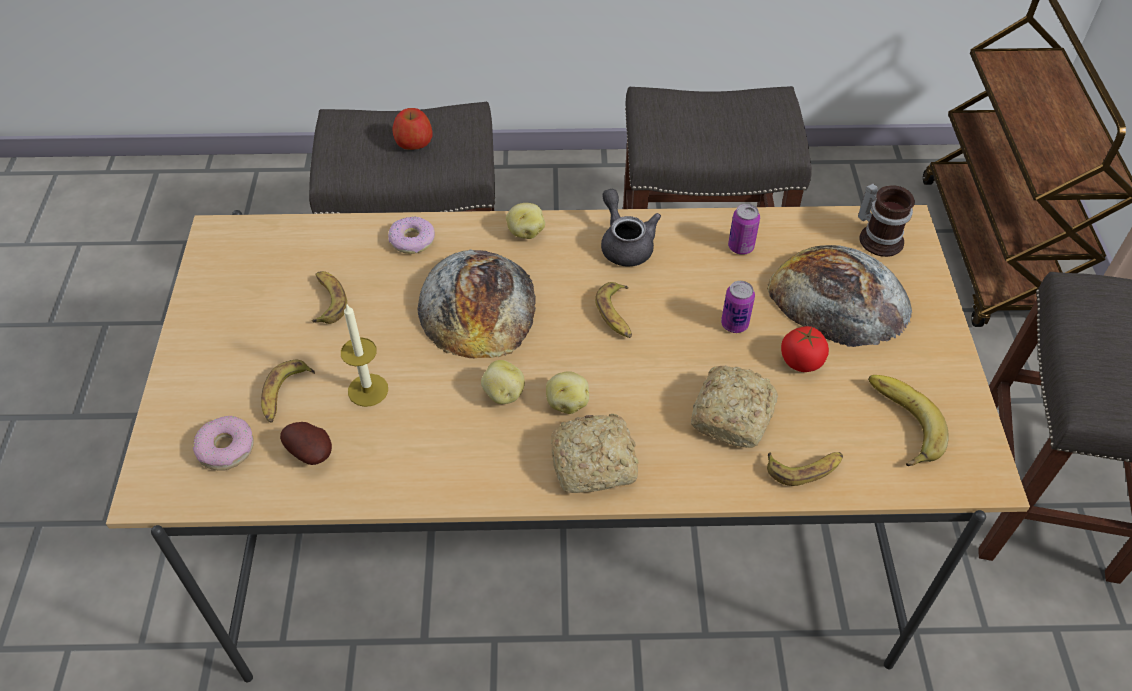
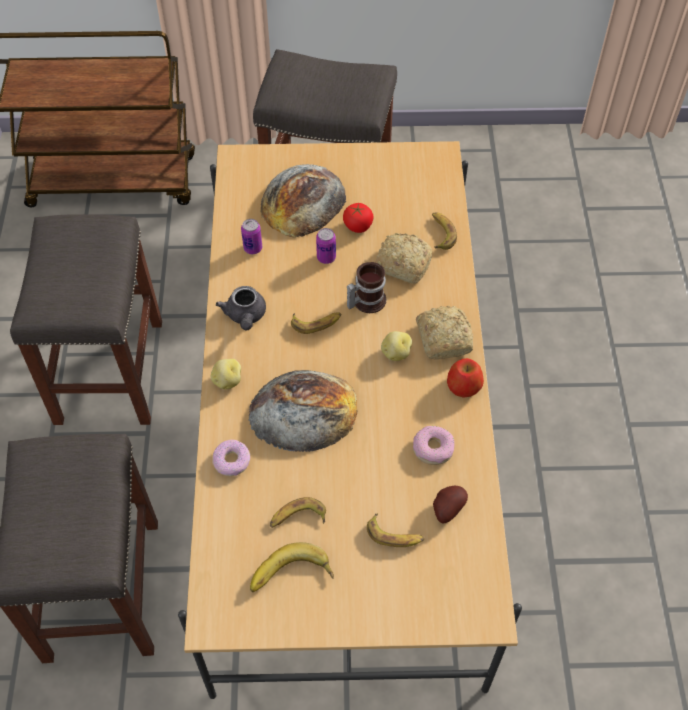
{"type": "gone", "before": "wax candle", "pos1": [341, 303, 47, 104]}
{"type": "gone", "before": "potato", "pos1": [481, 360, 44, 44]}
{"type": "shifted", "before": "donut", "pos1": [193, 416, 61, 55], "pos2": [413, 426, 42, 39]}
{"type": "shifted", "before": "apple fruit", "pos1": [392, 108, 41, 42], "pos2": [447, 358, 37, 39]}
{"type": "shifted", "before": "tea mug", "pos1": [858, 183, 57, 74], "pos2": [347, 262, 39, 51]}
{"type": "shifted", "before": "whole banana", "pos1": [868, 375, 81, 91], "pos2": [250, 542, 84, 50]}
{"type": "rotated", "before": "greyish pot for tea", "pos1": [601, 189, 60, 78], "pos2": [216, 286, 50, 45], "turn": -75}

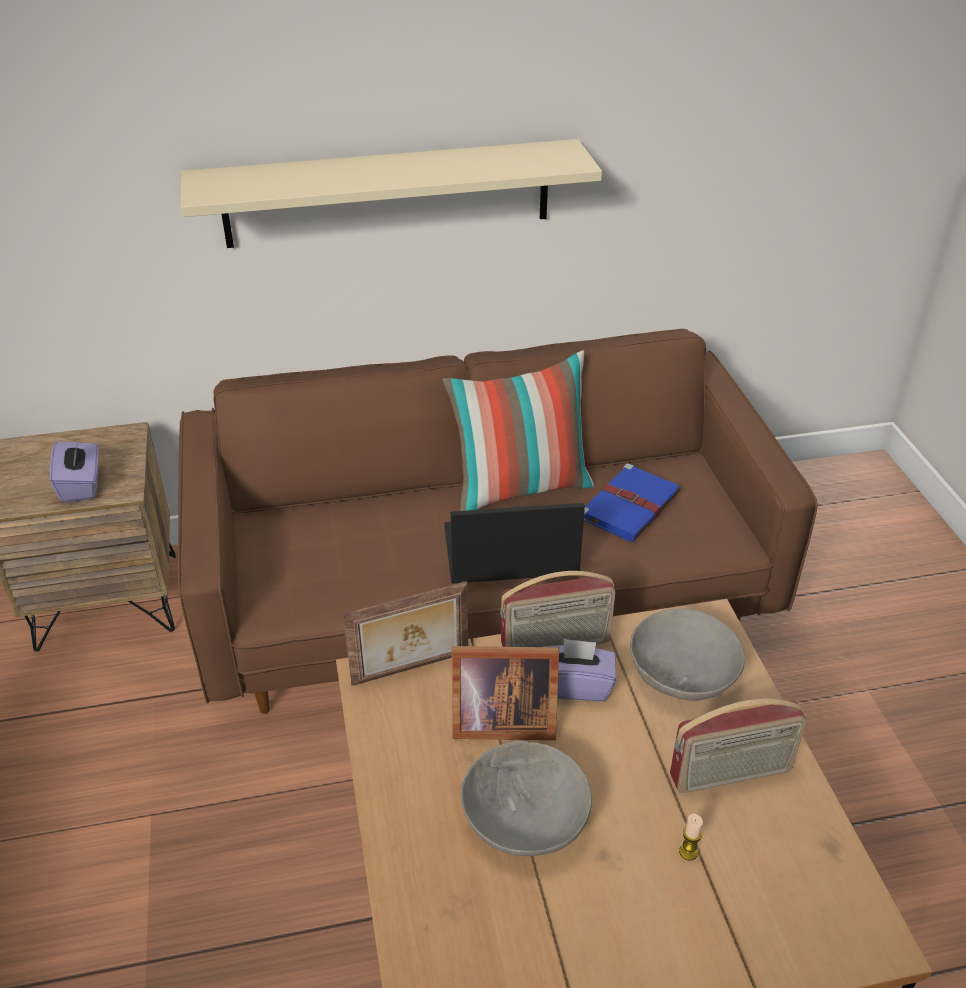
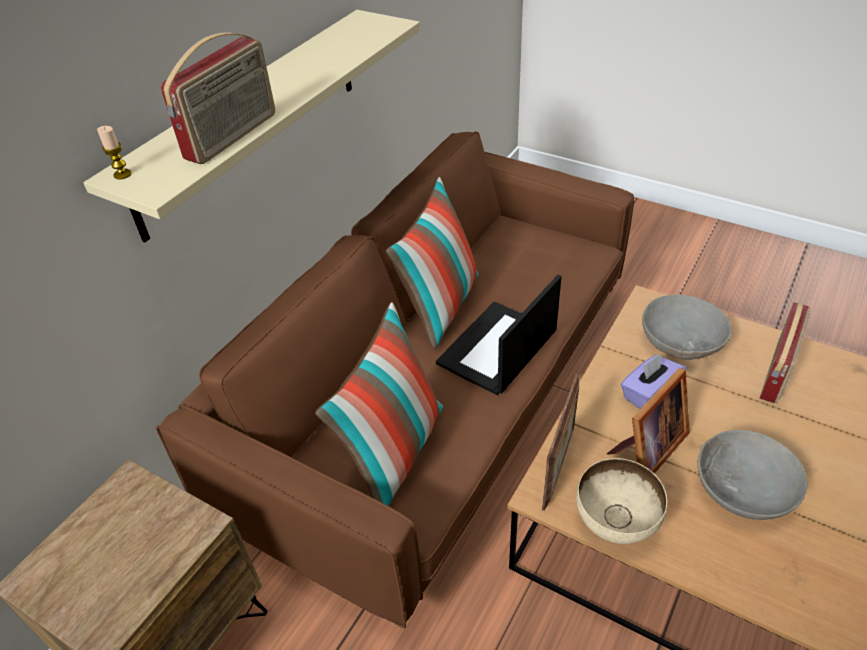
{"type": "gone", "before": "purple-coloured tissue box", "pos1": [50, 437, 49, 66]}
{"type": "gone", "before": "blue-coloured bound book", "pos1": [584, 464, 97, 78]}
{"type": "new", "after": "throw pillow", "pos2": [315, 302, 128, 204]}
{"type": "new", "after": "sand-coloured deep dish", "pos2": [576, 458, 91, 86]}
{"type": "shifted", "before": "radio receiver", "pos1": [500, 571, 115, 76], "pos2": [161, 33, 114, 131]}
{"type": "shifted", "before": "wax candle", "pos1": [679, 814, 24, 47], "pos2": [97, 126, 35, 54]}

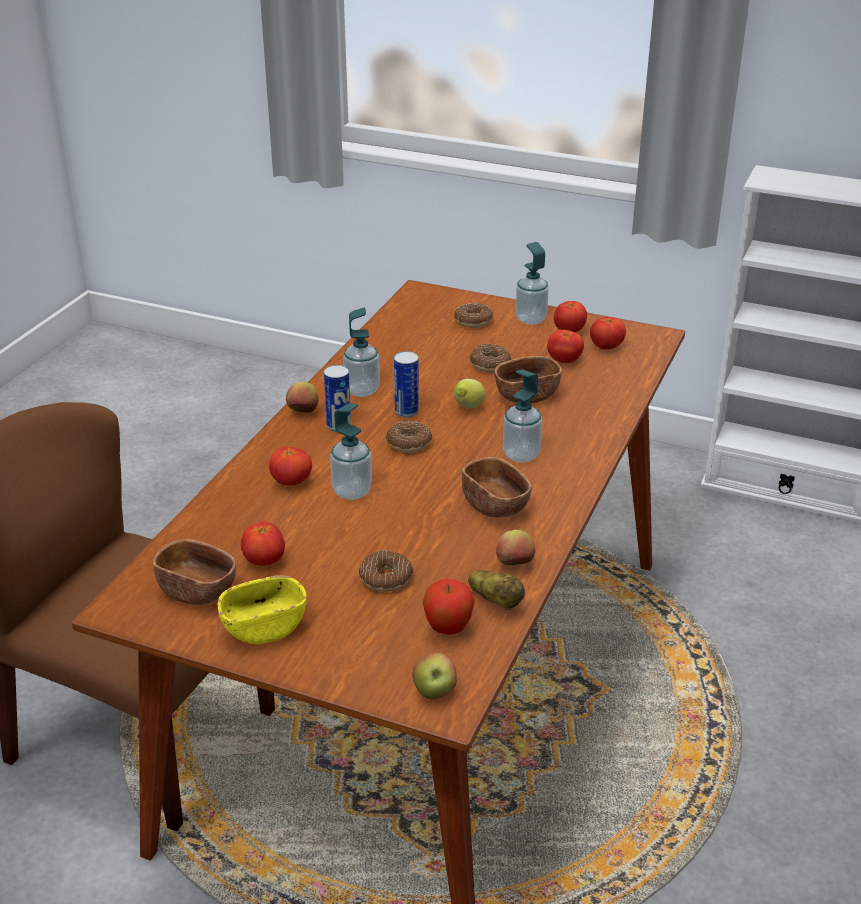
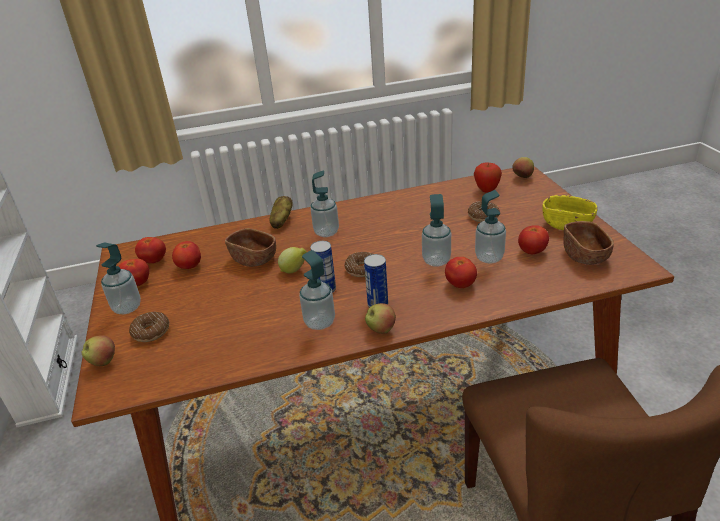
{"type": "gone", "before": "brown deep dish", "pos1": [462, 457, 70, 61]}
{"type": "gone", "before": "donut", "pos1": [470, 344, 41, 28]}
{"type": "new", "after": "soap dispenser", "pos2": [475, 190, 31, 74]}
{"type": "shifted", "before": "potato", "pos1": [468, 570, 57, 40], "pos2": [269, 196, 23, 33]}
{"type": "shifted", "before": "apple fruit", "pos1": [496, 530, 39, 35], "pos2": [82, 335, 33, 31]}

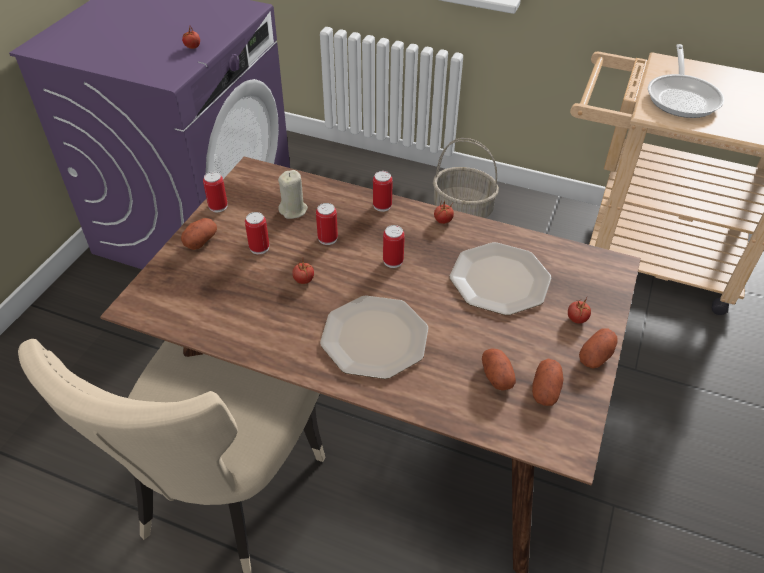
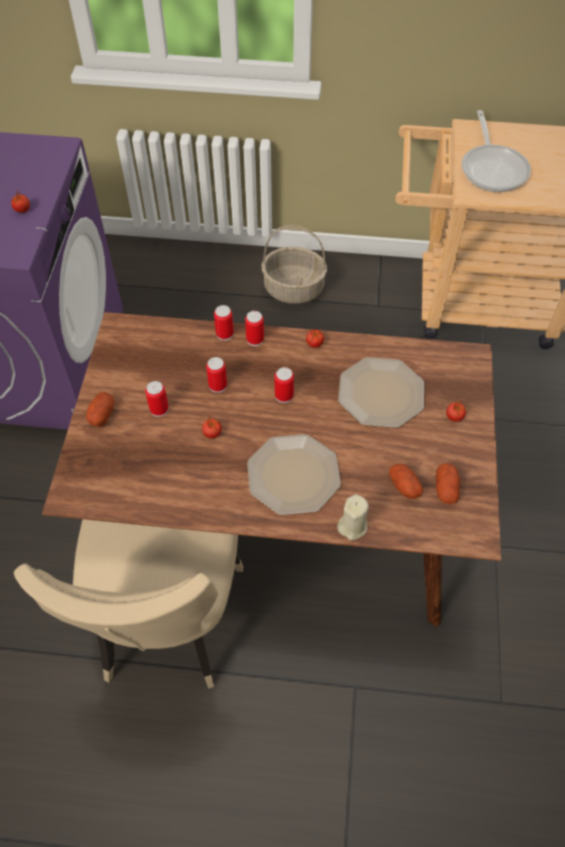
{"type": "gone", "before": "potato", "pos1": [579, 329, 38, 40]}
{"type": "shifted", "before": "metal can", "pos1": [203, 172, 25, 40], "pos2": [214, 305, 20, 36]}
{"type": "shifted", "before": "sand-coloured wax candle", "pos1": [278, 170, 30, 49], "pos2": [337, 494, 32, 46]}

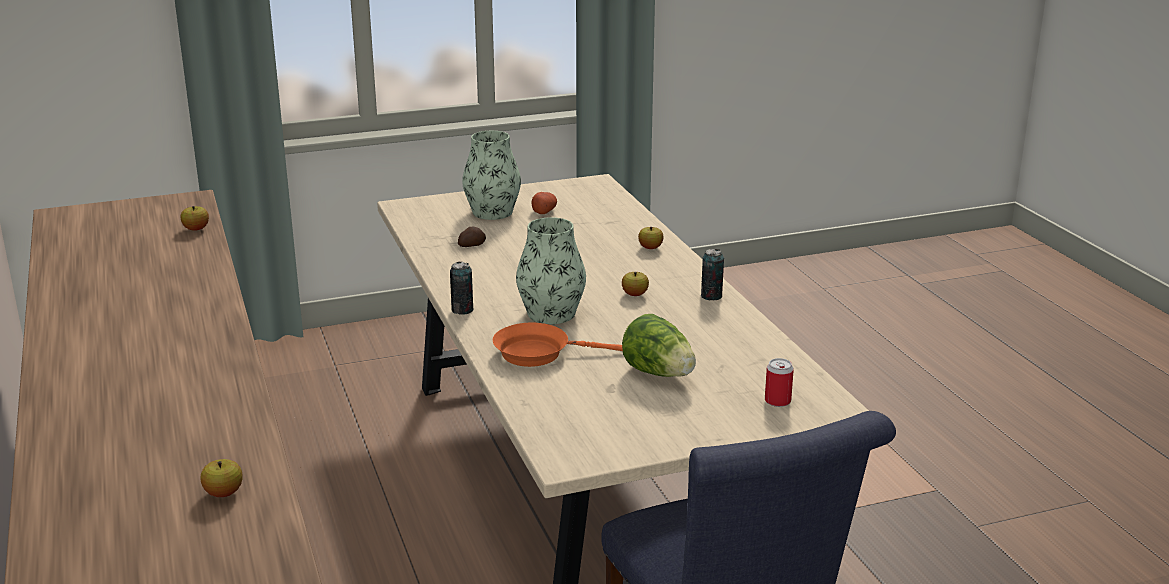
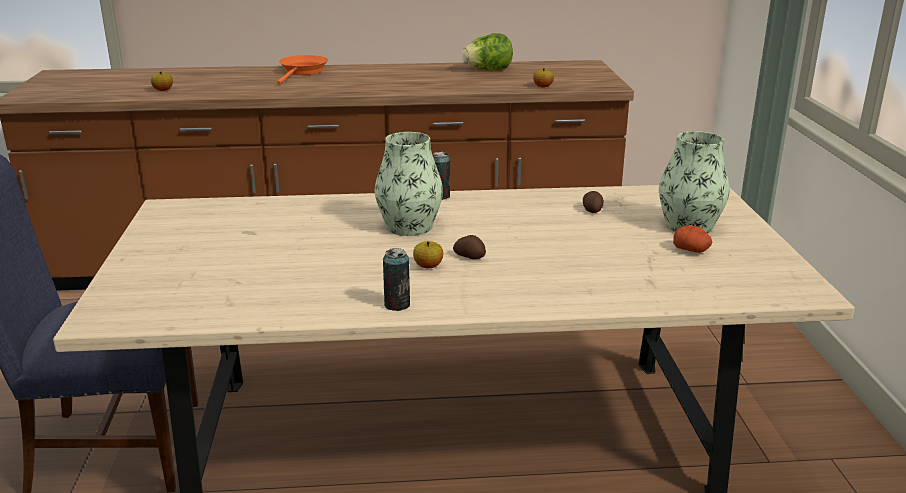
{"type": "gone", "before": "apple fruit", "pos1": [638, 227, 26, 22]}
{"type": "gone", "before": "metal can", "pos1": [765, 358, 29, 49]}
{"type": "new", "after": "potato", "pos2": [453, 235, 33, 24]}
{"type": "shifted", "before": "orange-coloured frying pan", "pos1": [493, 323, 130, 44], "pos2": [277, 55, 51, 29]}
{"type": "shifted", "before": "lettuce", "pos1": [622, 314, 74, 63], "pos2": [461, 33, 52, 37]}

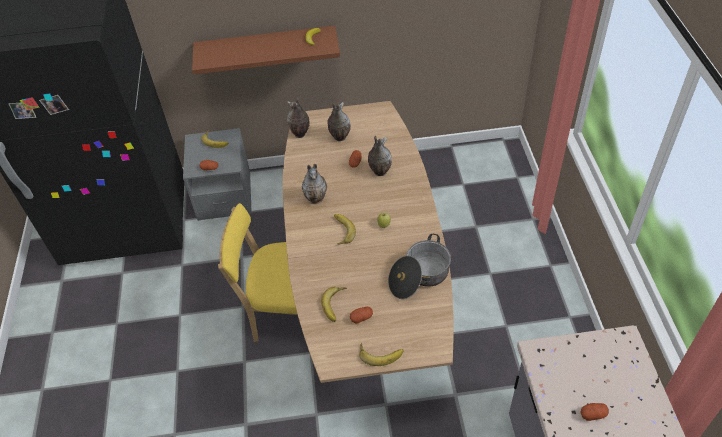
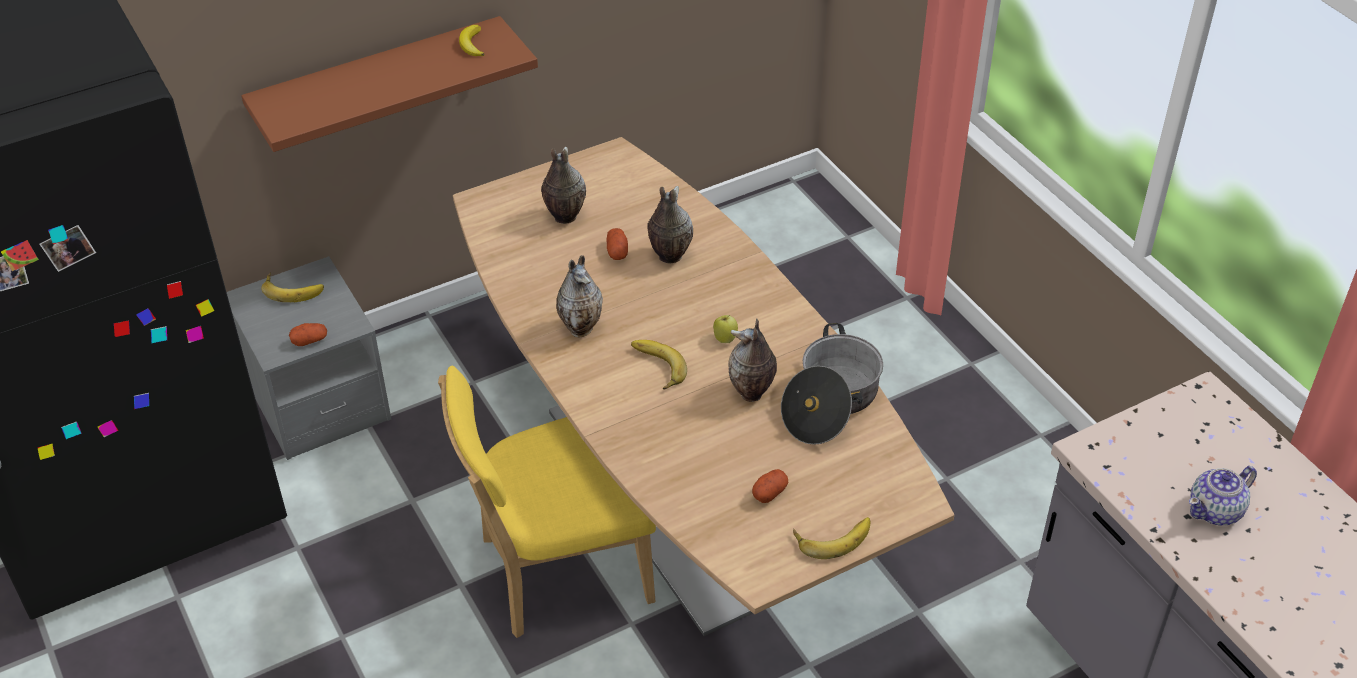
{"type": "gone", "before": "whole banana", "pos1": [321, 287, 26, 35]}
{"type": "shifted", "before": "decorative vase", "pos1": [287, 98, 23, 40], "pos2": [728, 319, 49, 83]}
{"type": "swapped", "before": "potato", "after": "pot for tea", "pos1": [580, 403, 29, 18], "pos2": [1189, 466, 68, 60]}

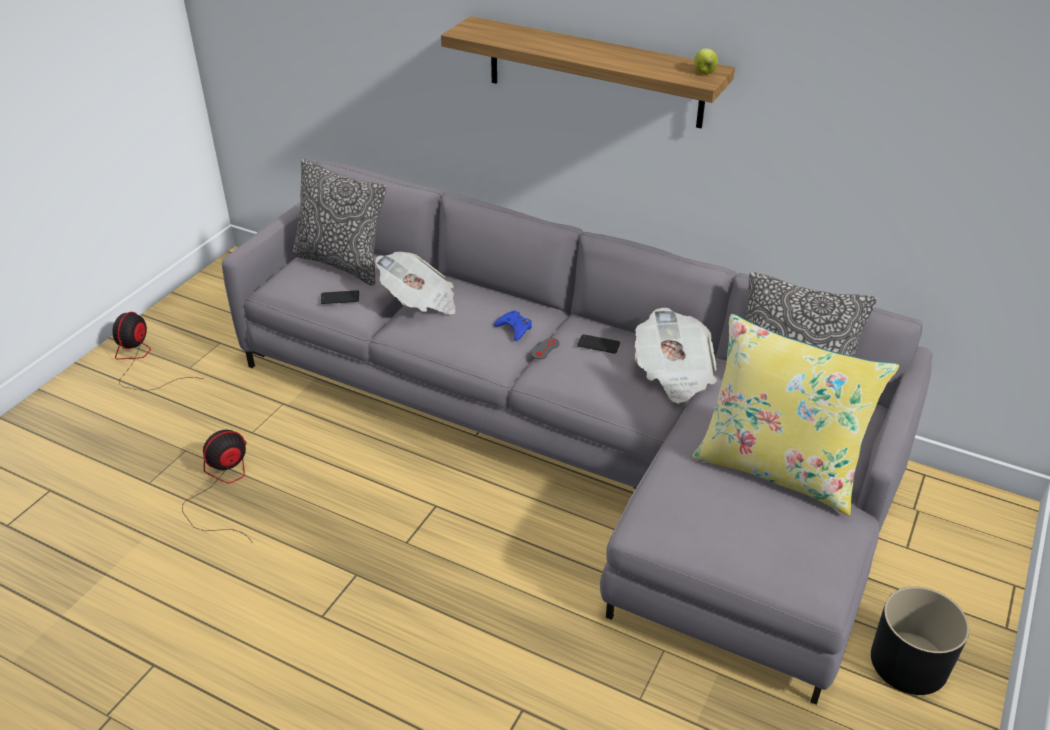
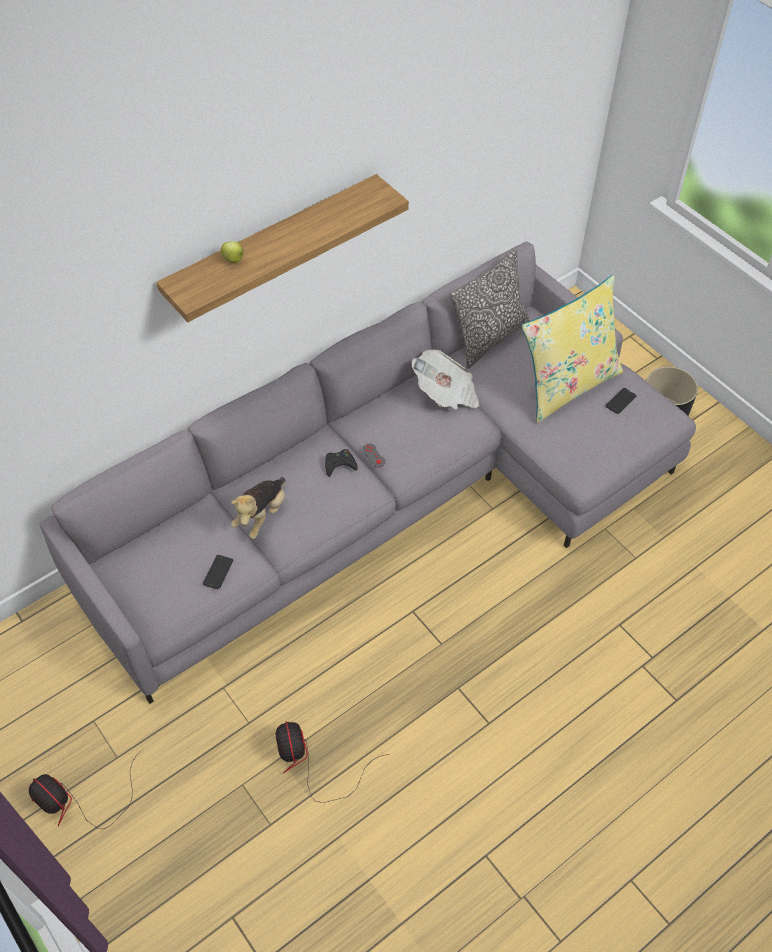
{"type": "gone", "before": "throw pillow", "pos1": [292, 159, 94, 127]}
{"type": "shifted", "before": "phone", "pos1": [577, 334, 43, 20], "pos2": [605, 388, 32, 26]}
{"type": "shifted", "before": "apple fruit", "pos1": [694, 49, 24, 25], "pos2": [220, 241, 24, 22]}
{"type": "swapped", "before": "printed paper", "after": "soft toy", "pos1": [375, 252, 81, 62], "pos2": [231, 477, 54, 62]}
{"type": "repainted", "before": "blue-coloured joypad", "after": "black-coloured joypad", "pos1": [494, 310, 38, 31], "pos2": [325, 449, 33, 28]}

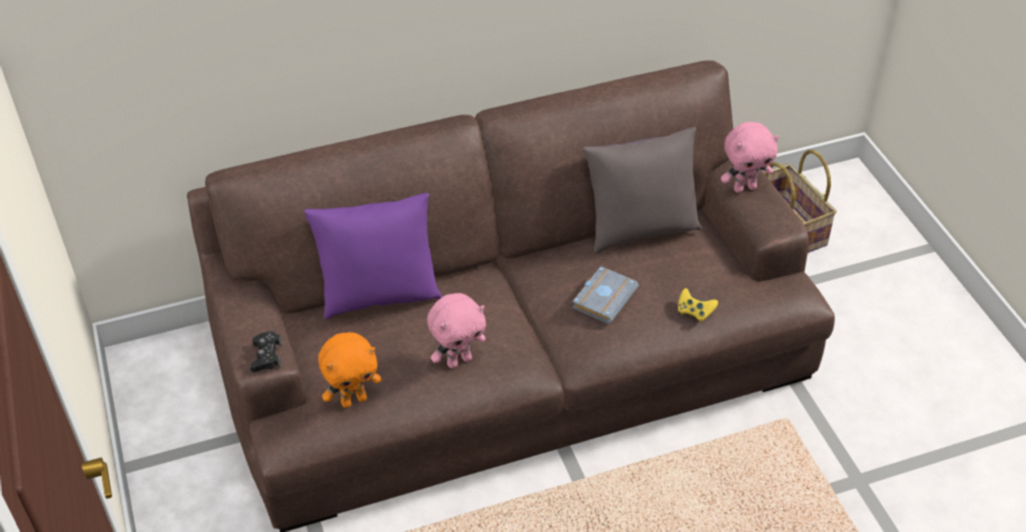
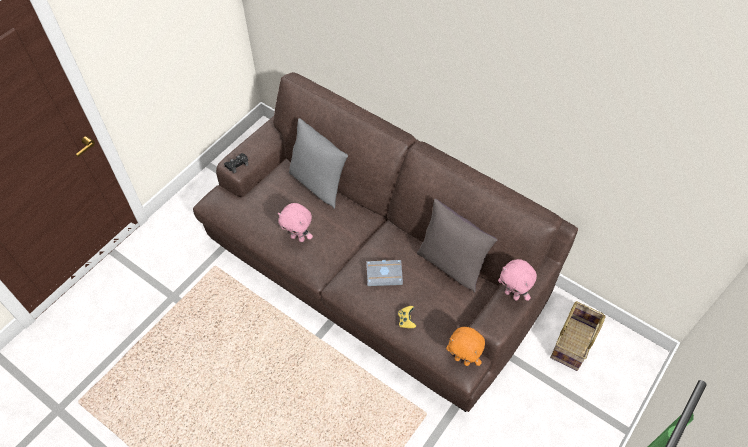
{"type": "shifted", "before": "orange-coloured soft toy", "pos1": [318, 332, 64, 76], "pos2": [446, 327, 39, 39]}
{"type": "repainted", "before": "purple-coloured throw pillow", "after": "greyish throw pillow", "pos1": [304, 193, 138, 126], "pos2": [289, 118, 59, 91]}

